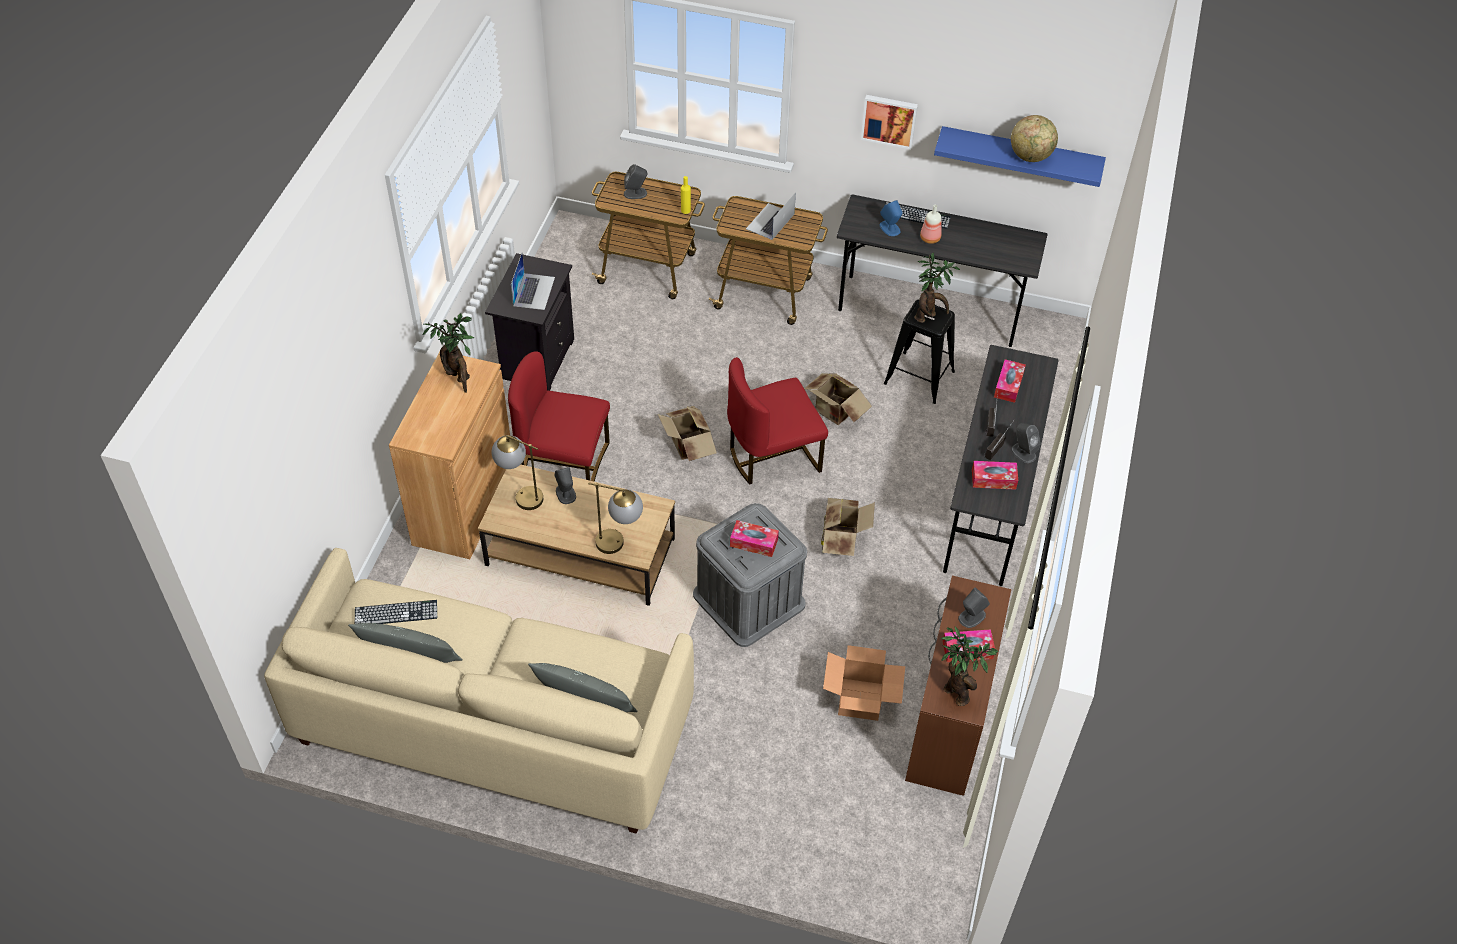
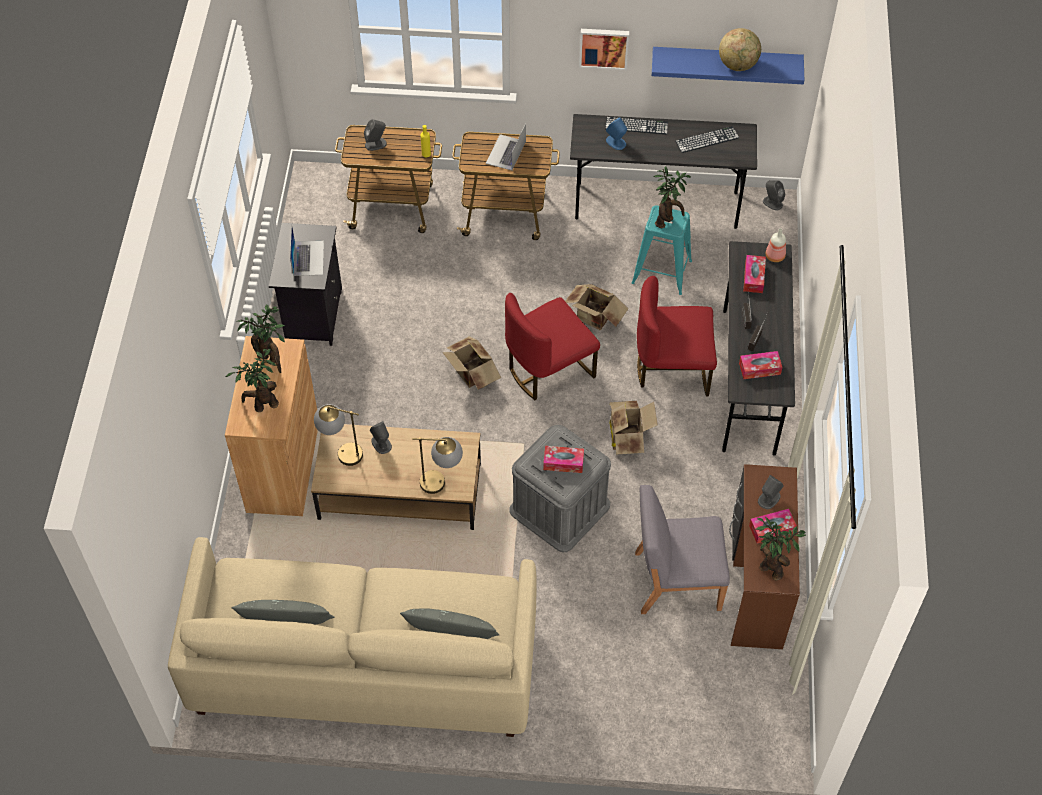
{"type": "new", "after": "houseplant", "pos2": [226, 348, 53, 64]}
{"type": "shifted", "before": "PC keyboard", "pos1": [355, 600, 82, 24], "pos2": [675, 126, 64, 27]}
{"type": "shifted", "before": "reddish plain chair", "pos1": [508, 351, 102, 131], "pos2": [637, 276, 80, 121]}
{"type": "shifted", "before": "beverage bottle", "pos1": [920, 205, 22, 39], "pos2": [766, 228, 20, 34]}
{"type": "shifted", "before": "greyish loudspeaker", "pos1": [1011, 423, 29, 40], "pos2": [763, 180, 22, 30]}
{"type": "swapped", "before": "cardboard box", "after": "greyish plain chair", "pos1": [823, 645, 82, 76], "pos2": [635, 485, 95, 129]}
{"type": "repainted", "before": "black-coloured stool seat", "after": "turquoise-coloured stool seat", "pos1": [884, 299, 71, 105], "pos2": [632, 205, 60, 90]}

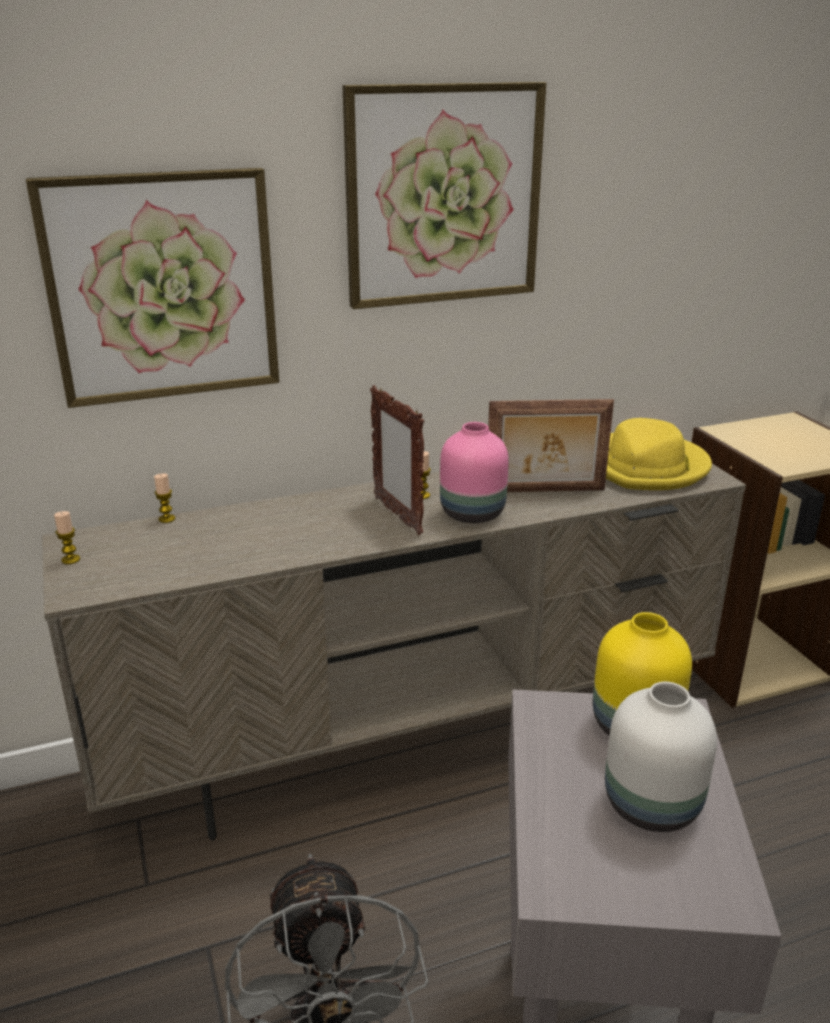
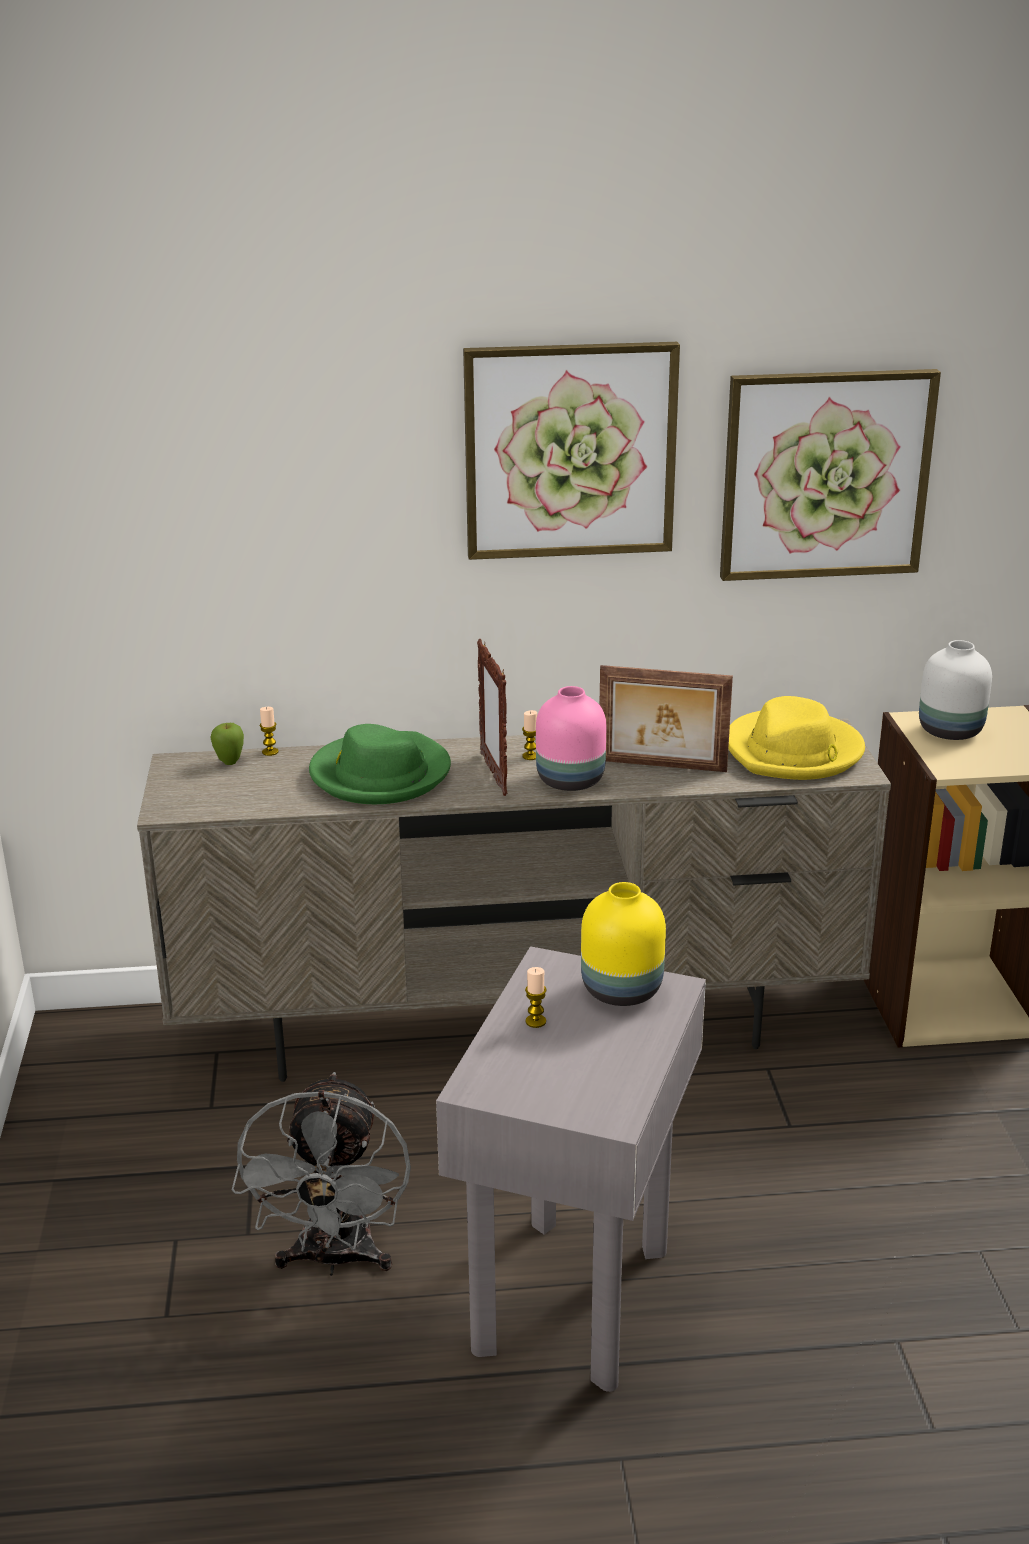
{"type": "new", "after": "apple fruit", "pos2": [210, 723, 34, 42]}
{"type": "new", "after": "greenish hat", "pos2": [309, 724, 142, 80]}
{"type": "shifted", "before": "wall picture", "pos1": [26, 168, 253, 240], "pos2": [720, 369, 221, 212]}
{"type": "shifted", "before": "wax candle", "pos1": [54, 511, 26, 53], "pos2": [525, 967, 22, 61]}
{"type": "shifted", "before": "white decorative vase", "pos1": [605, 682, 112, 150], "pos2": [919, 640, 73, 100]}

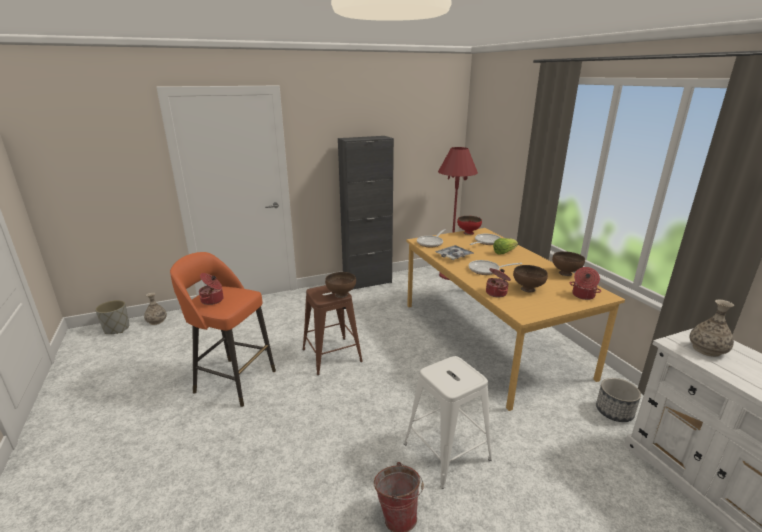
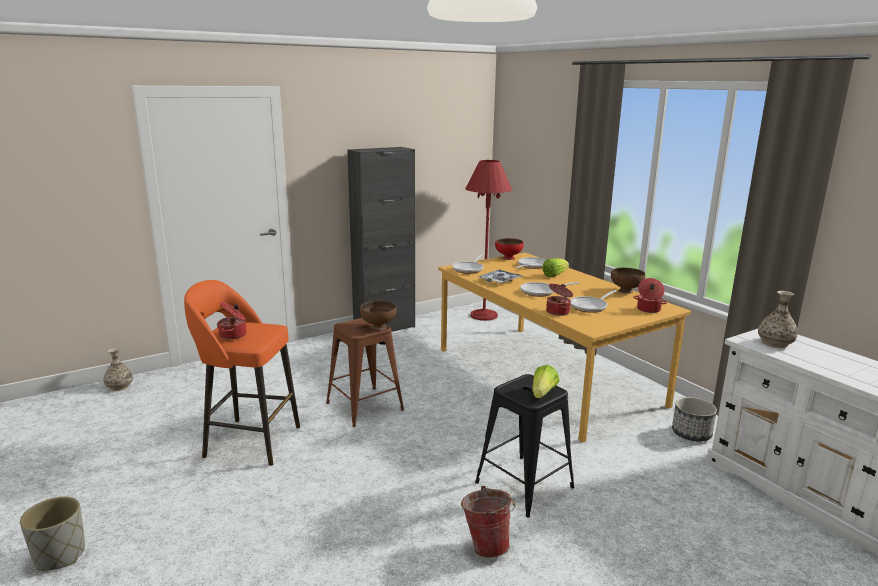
{"type": "new", "after": "lettuce", "pos2": [532, 365, 27, 33]}
{"type": "shifted", "before": "greyish flower pot", "pos1": [95, 300, 34, 34], "pos2": [20, 497, 65, 74]}
{"type": "swapped", "before": "brown deep dish", "after": "frying pan", "pos1": [513, 265, 35, 27], "pos2": [570, 290, 47, 23]}
{"type": "repainted", "before": "white stool seat", "after": "black-coloured stool seat", "pos1": [404, 356, 88, 133], "pos2": [475, 374, 99, 144]}

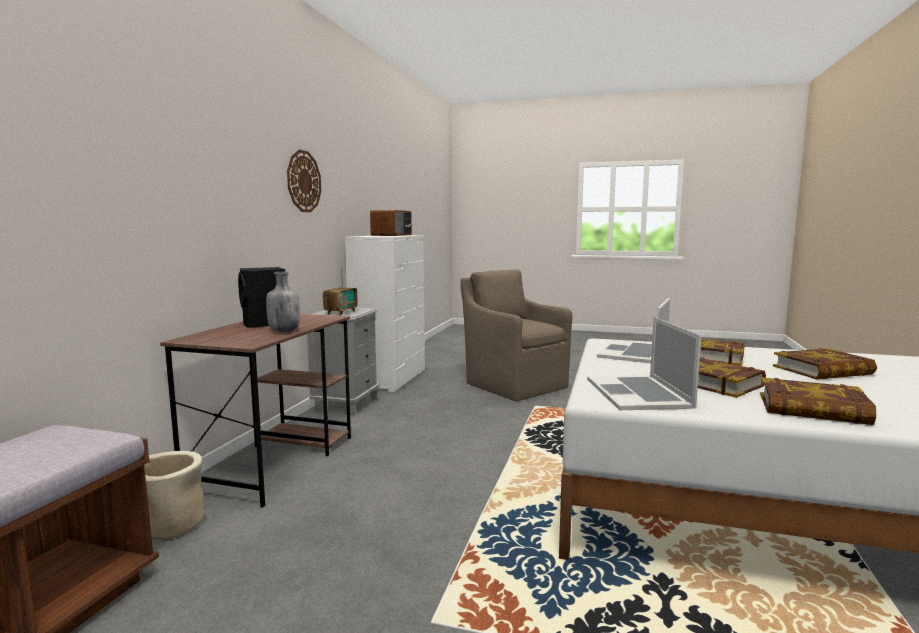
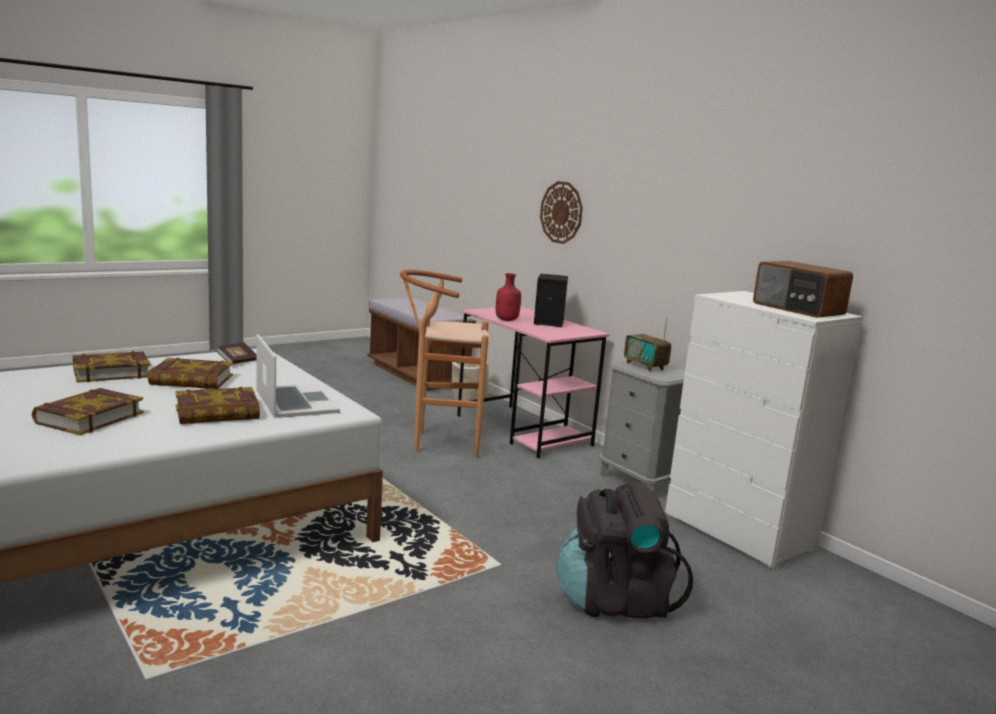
{"type": "new", "after": "brown stool seat", "pos2": [400, 270, 90, 188]}
{"type": "shifted", "before": "hanging clock", "pos1": [287, 150, 34, 62], "pos2": [540, 181, 43, 63]}
{"type": "swapped", "before": "brown easy chair", "after": "black-coloured backpack", "pos1": [460, 269, 112, 132], "pos2": [556, 482, 137, 137]}
{"type": "swapped", "before": "portable computer", "after": "bound book", "pos1": [587, 317, 114, 93], "pos2": [216, 343, 41, 21]}
{"type": "repainted", "before": "brown desk table", "after": "pink-coloured desk table", "pos1": [160, 314, 191, 194], "pos2": [457, 307, 153, 152]}
{"type": "repainted", "before": "greyish beverage bottle", "after": "reddish beverage bottle", "pos1": [266, 272, 34, 60], "pos2": [496, 273, 25, 48]}

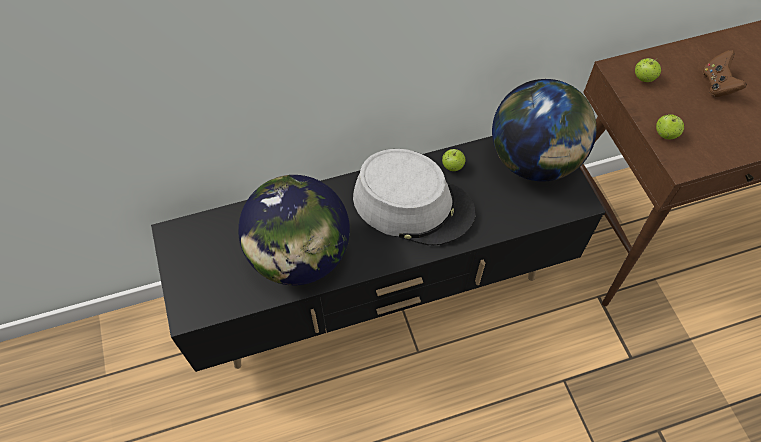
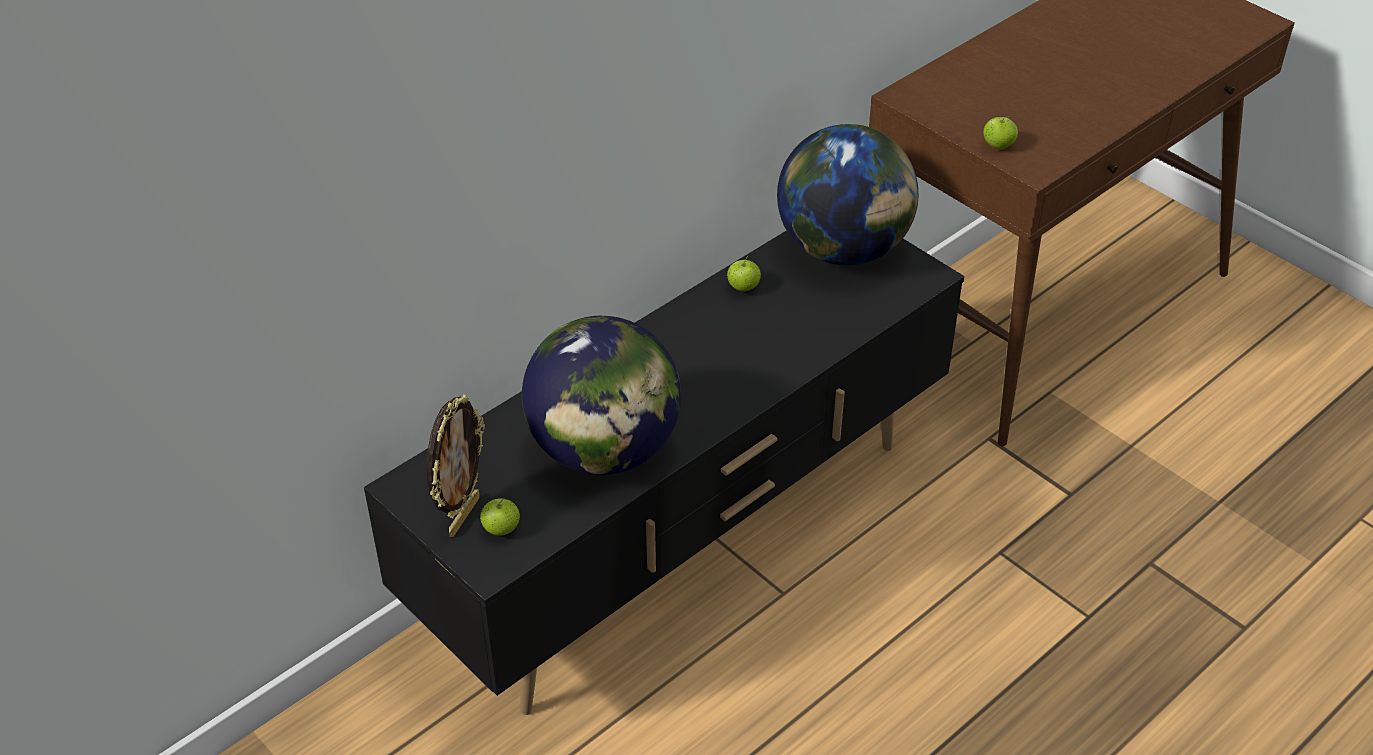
{"type": "gone", "before": "greyish hat", "pos1": [353, 149, 123, 97]}
{"type": "gone", "before": "brown joypad", "pos1": [702, 50, 45, 47]}
{"type": "new", "after": "photo frame", "pos2": [426, 394, 59, 143]}
{"type": "shifted", "before": "apple fruit", "pos1": [635, 58, 26, 24], "pos2": [480, 498, 40, 38]}

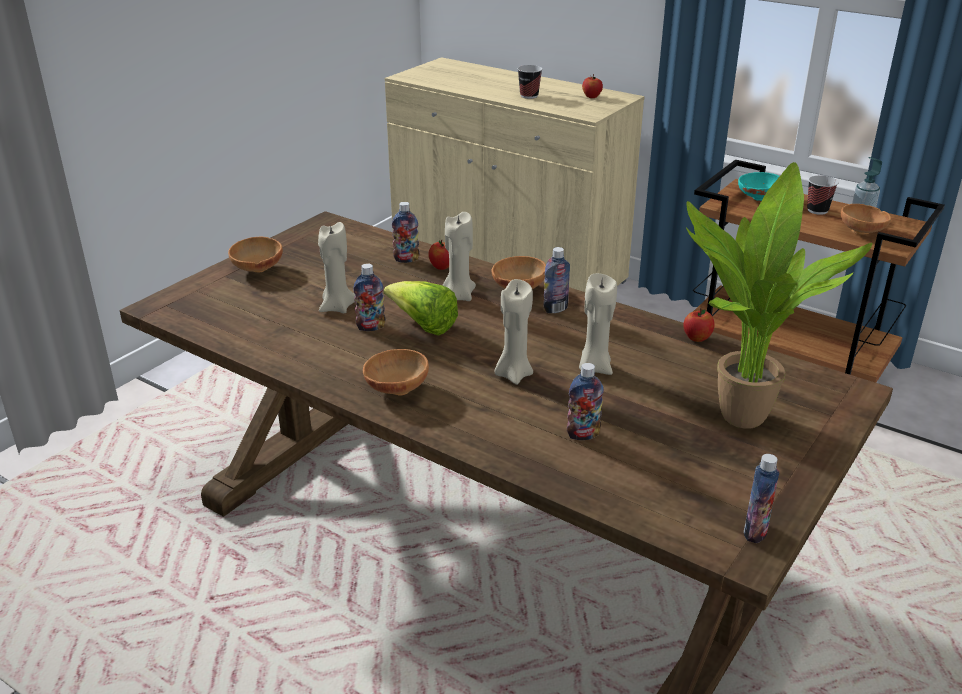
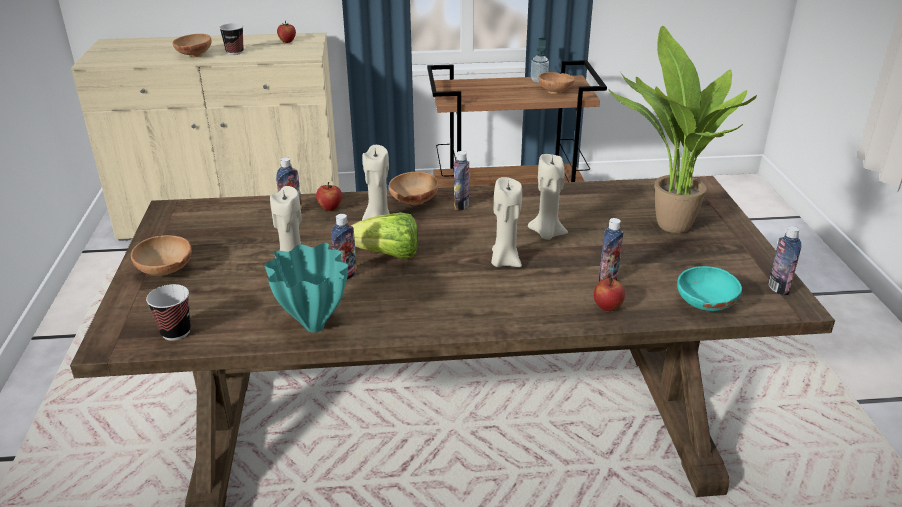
{"type": "new", "after": "turquoise-coloured decorative vase", "pos2": [264, 243, 84, 89]}
{"type": "shifted", "before": "brown deep dish", "pos1": [363, 349, 66, 47], "pos2": [172, 34, 40, 23]}
{"type": "shifted", "before": "apple fruit", "pos1": [683, 308, 31, 34], "pos2": [594, 277, 31, 34]}
{"type": "shifted", "before": "turquoise-coloured deep dish", "pos1": [738, 172, 42, 29], "pos2": [677, 266, 65, 45]}
{"type": "shifted", "before": "small cup", "pos1": [807, 175, 31, 40], "pos2": [146, 284, 45, 56]}

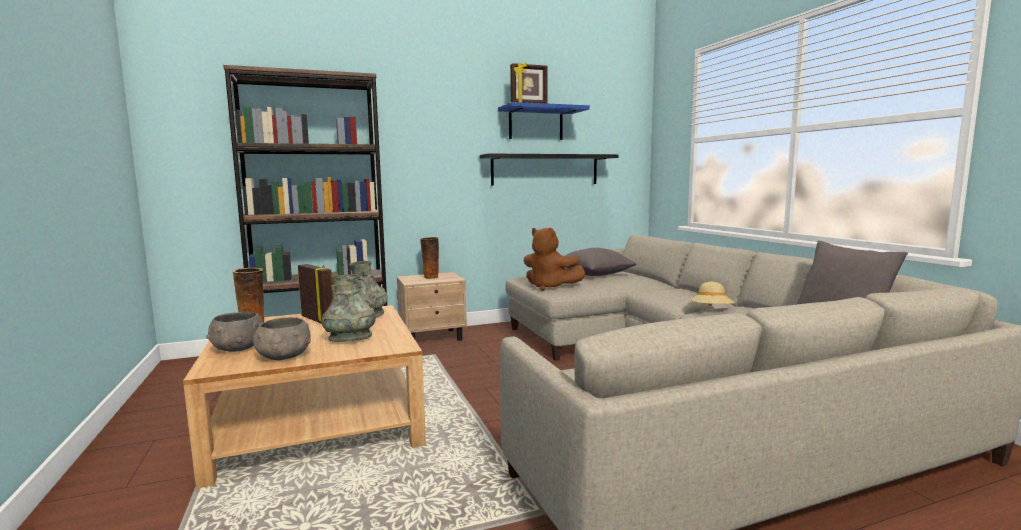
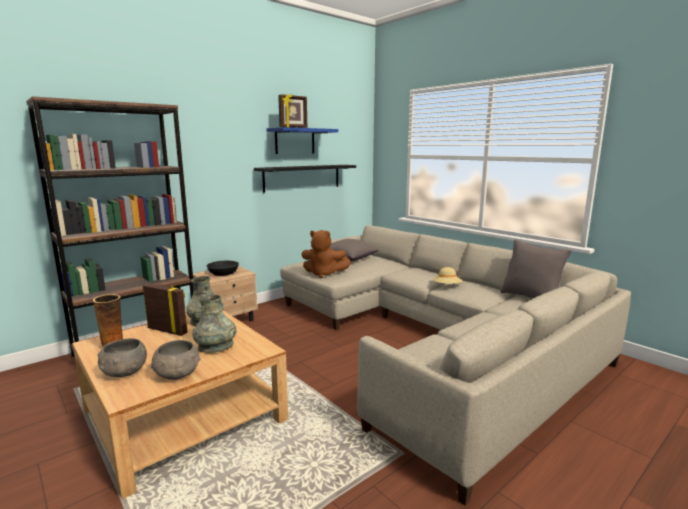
{"type": "swapped", "before": "decorative vase", "after": "black-coloured deep dish", "pos1": [420, 237, 19, 42], "pos2": [207, 260, 32, 16]}

